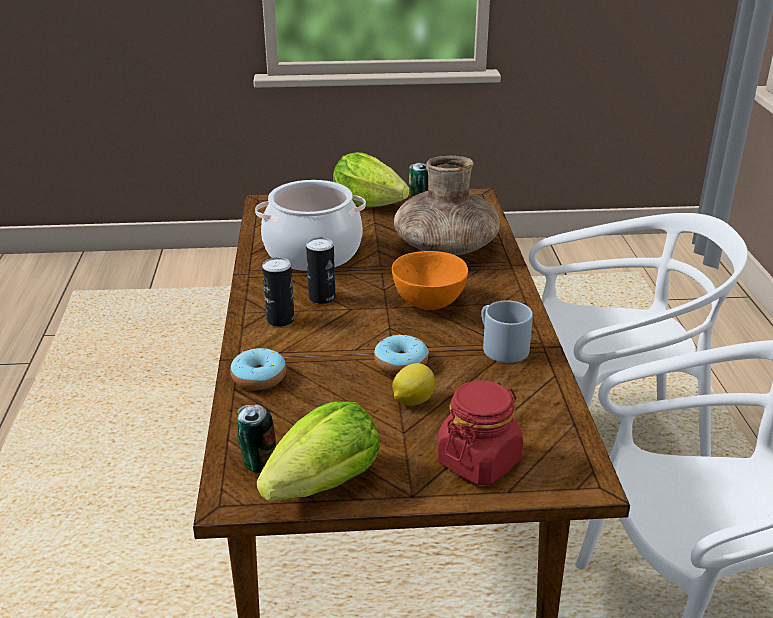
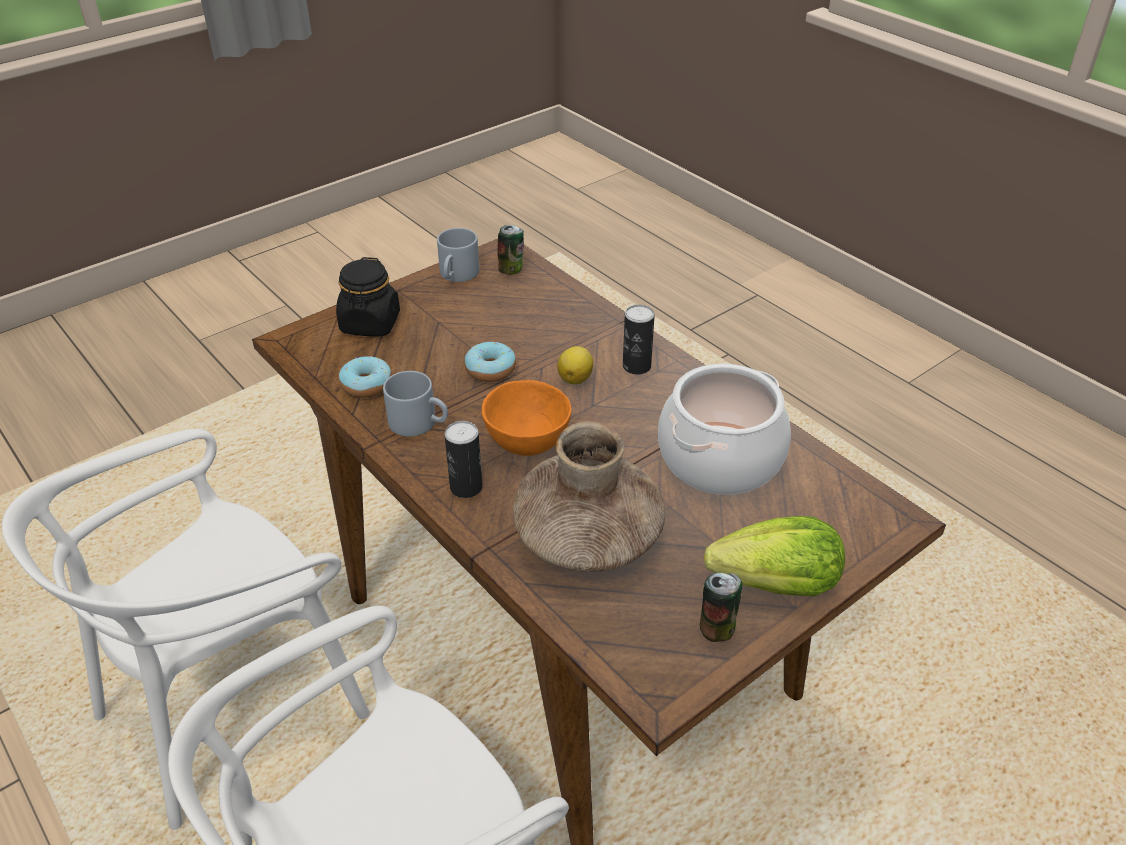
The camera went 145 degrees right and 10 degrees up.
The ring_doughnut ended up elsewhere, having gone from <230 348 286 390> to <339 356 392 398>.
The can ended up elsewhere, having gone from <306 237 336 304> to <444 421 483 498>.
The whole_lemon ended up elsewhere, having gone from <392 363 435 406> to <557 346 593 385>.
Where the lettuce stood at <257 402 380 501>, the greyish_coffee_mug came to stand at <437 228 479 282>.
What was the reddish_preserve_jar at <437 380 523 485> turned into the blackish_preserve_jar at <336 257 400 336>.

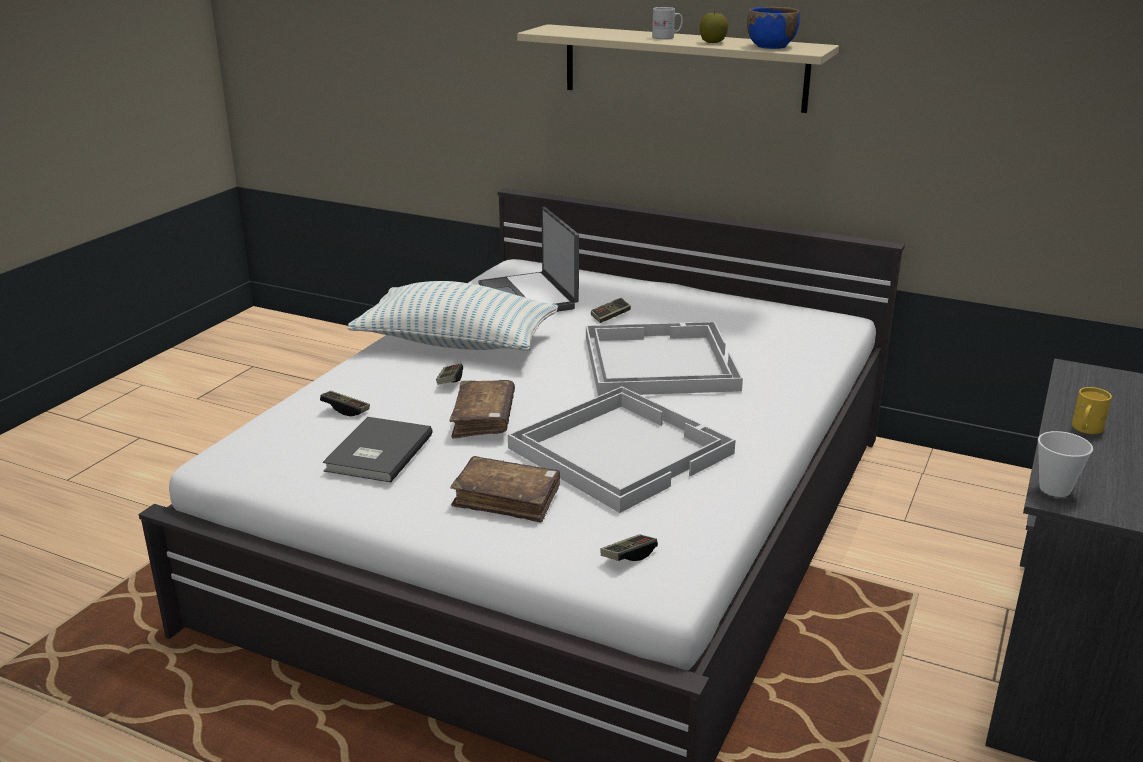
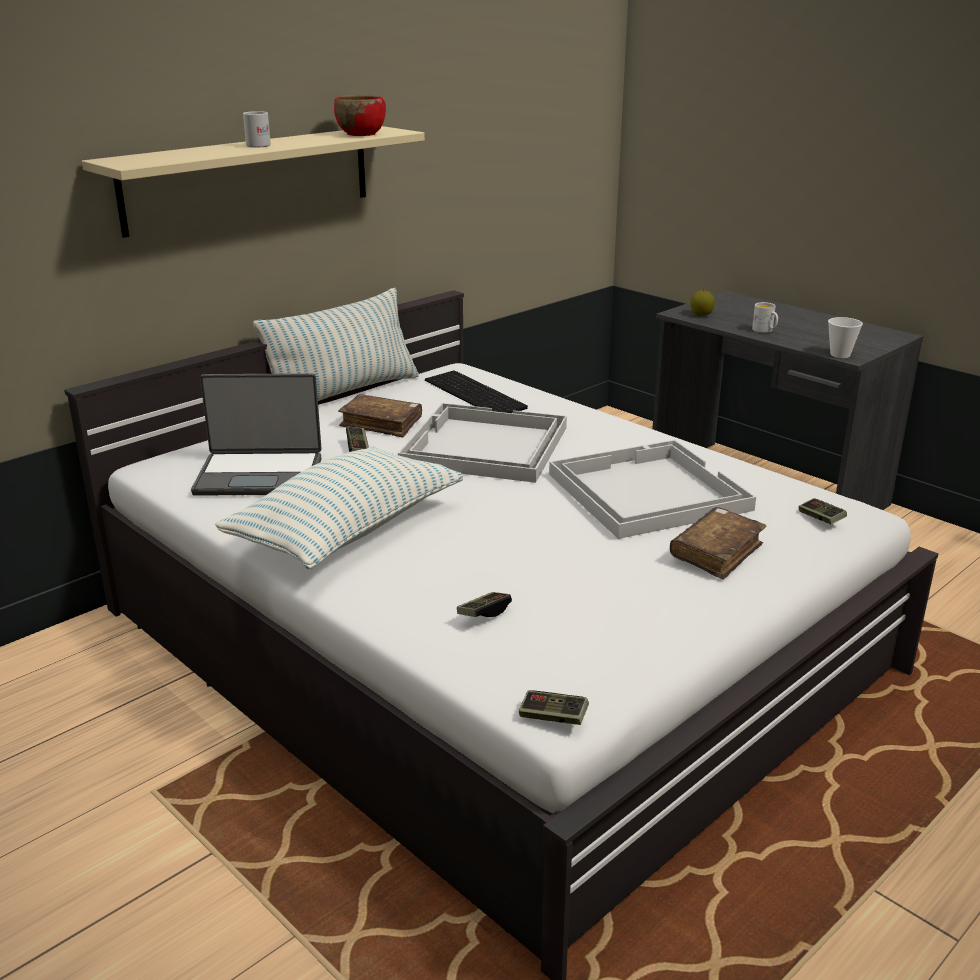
The camera went 70 degrees left and 0 degrees up.
The second view lost the greyish_volume at <323 417 433 483>.
The second view gained the throw_pillow at <253 288 419 401>.
The second view gained the computer_keyboard at <425 371 528 413>.
The game_controller ended up elsewhere, having gone from <436 364 463 385> to <519 690 589 725>.
The brown_volume ended up elsewhere, having gone from <449 380 515 438> to <338 394 422 438>.
The apple ended up elsewhere, having gone from <700 10 728 43> to <690 290 715 316>.
What was the bluish_deep_dish at <747 7 800 49> turned into the reddish_deep_dish at <334 95 386 136>.
What was the yellowish_coffee_mug at <1072 387 1112 434> turned into the whitish_coffee_mug at <752 302 778 333>.

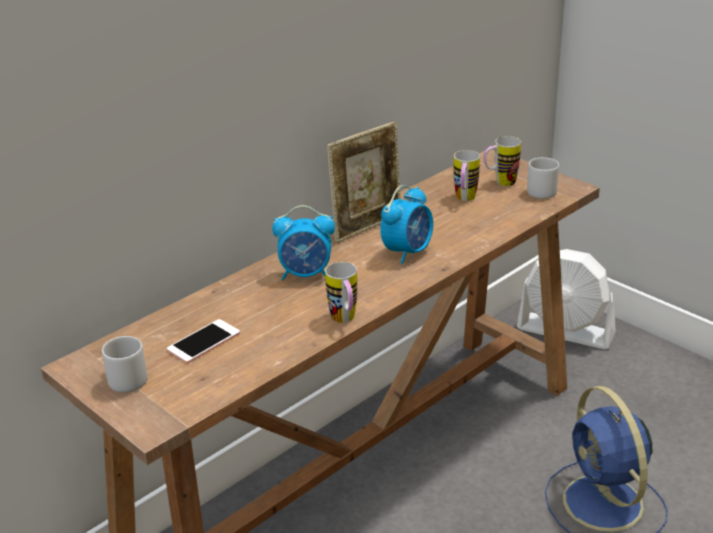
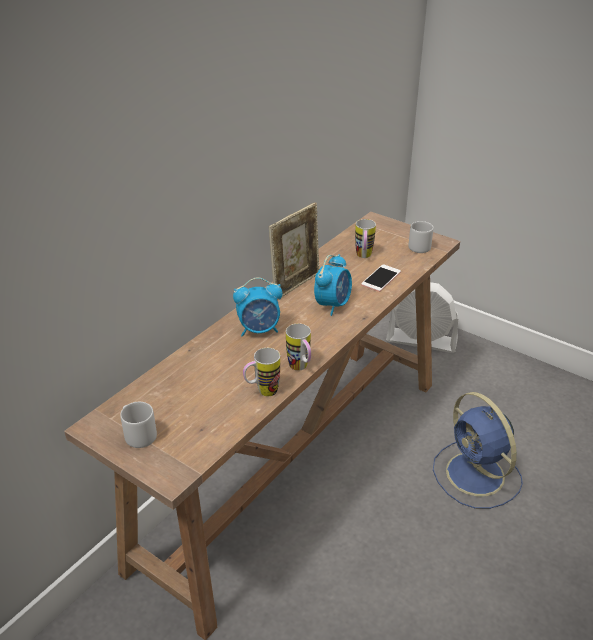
The camera went 10 degrees left and 5 degrees up.
The telephone ended up elsewhere, having gone from <167 319 240 363> to <361 264 401 292>.
The coffee_mug ended up elsewhere, having gone from <484 136 521 186> to <243 348 280 396>.

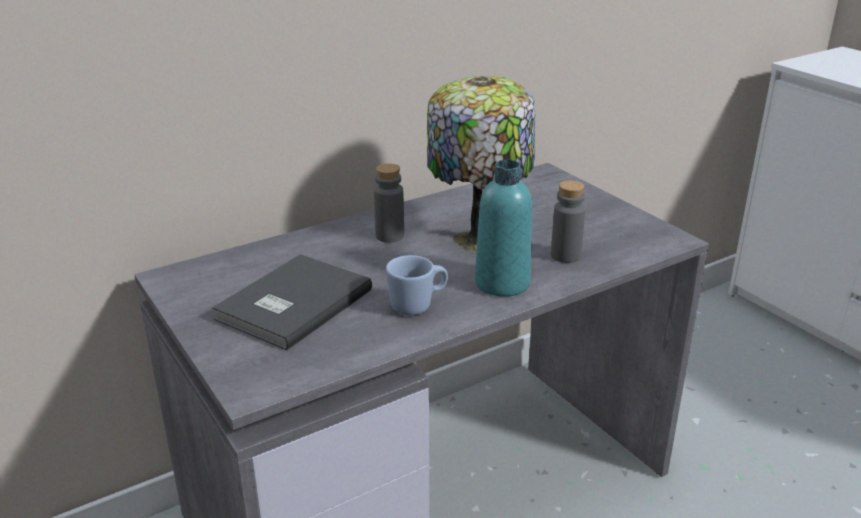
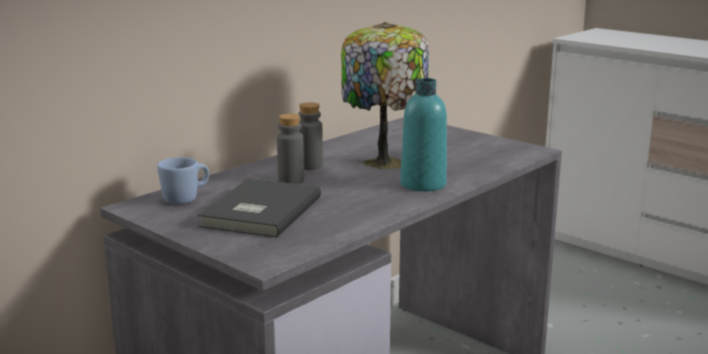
The camera went 15 degrees left and 10 degrees down.
The bluish_coffee_mug ended up elsewhere, having gone from <386 255 448 315> to <157 157 209 204>.
The greyish_drink_bottle ended up elsewhere, having gone from <551 180 585 263> to <277 114 304 184>.

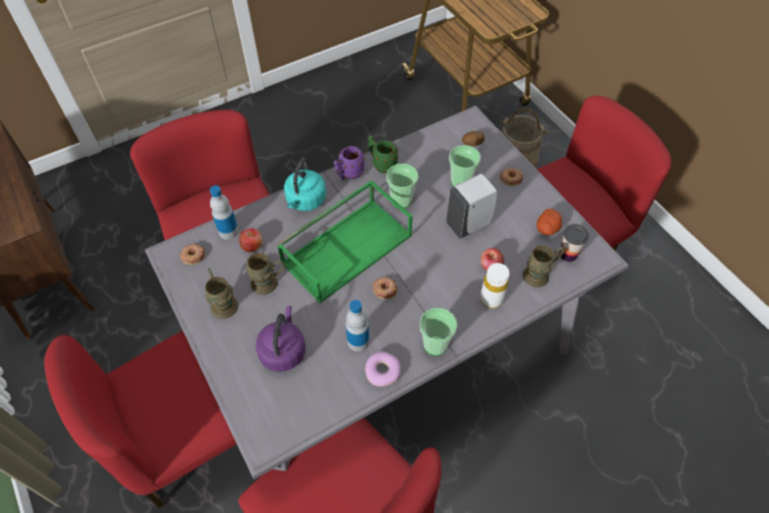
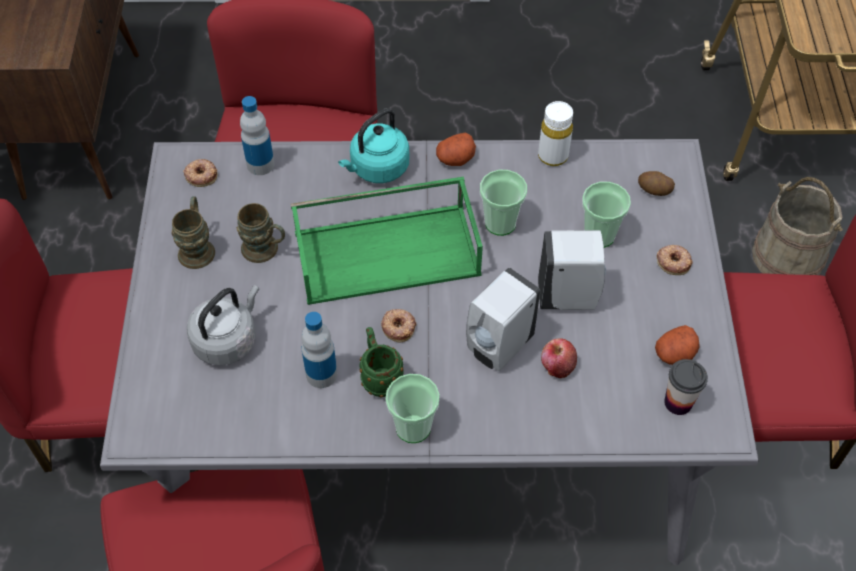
The camera went 30 degrees right and 0 degrees up.
The second view lost the apple at <239 228 262 252>.
The second view lost the ring_doughnut at <365 352 401 386>.
The second view lost the brown_coffee_mug at <523 246 565 287>.
The second view gained the whitish_soap_bottle at <466 268 540 371>.
The green_coffee_mug ended up elsewhere, having gone from <368 135 398 173> to <360 327 404 397>.
The whitish_drink_bottle ended up elsewhere, having gone from <480 263 509 309> to <538 101 573 166>.
Where the purplish_coffee_mug stood at <334 146 365 180>, the whole_potato came to stand at <436 133 476 166>.
What was the purplish_tea_kettle at <256 306 305 372> turned into the greyish_tea_kettle at <187 285 259 365>.

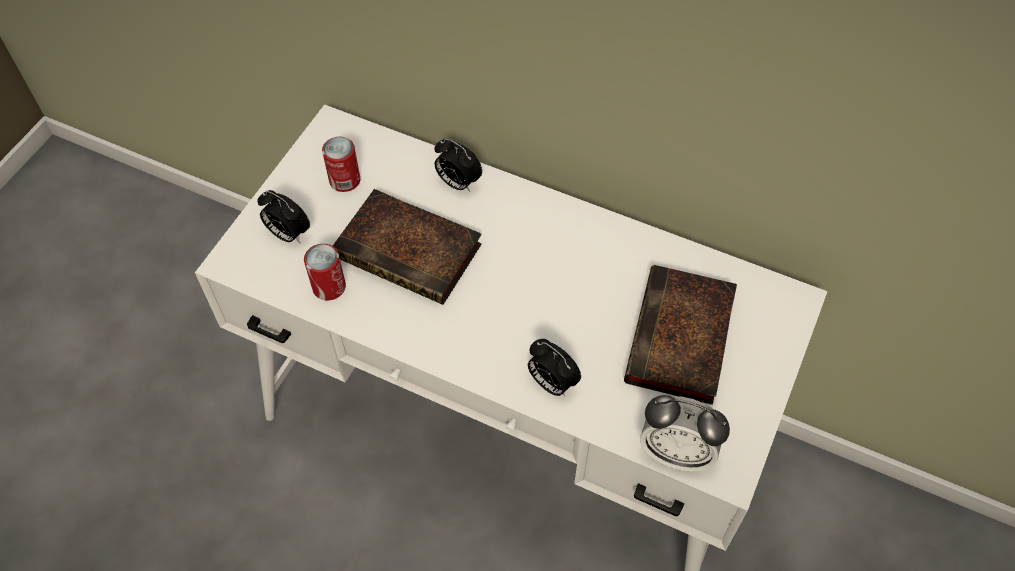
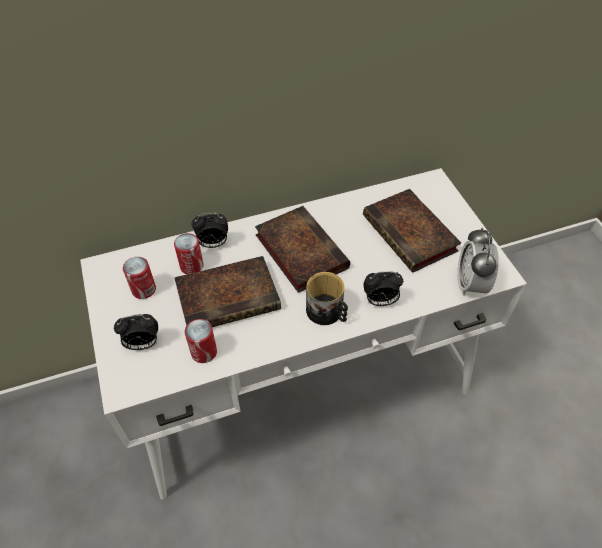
The camera went 45 degrees left and 5 degrees down.
The second view gained the can at <174 233 204 274>.
The second view gained the volume at <255 206 350 293>.
The second view gained the coffee_mug at <306 272 348 325>.
The bedside_clock at <640 395 730 472> ended up facing another way, 120 degrees clockwise from before.

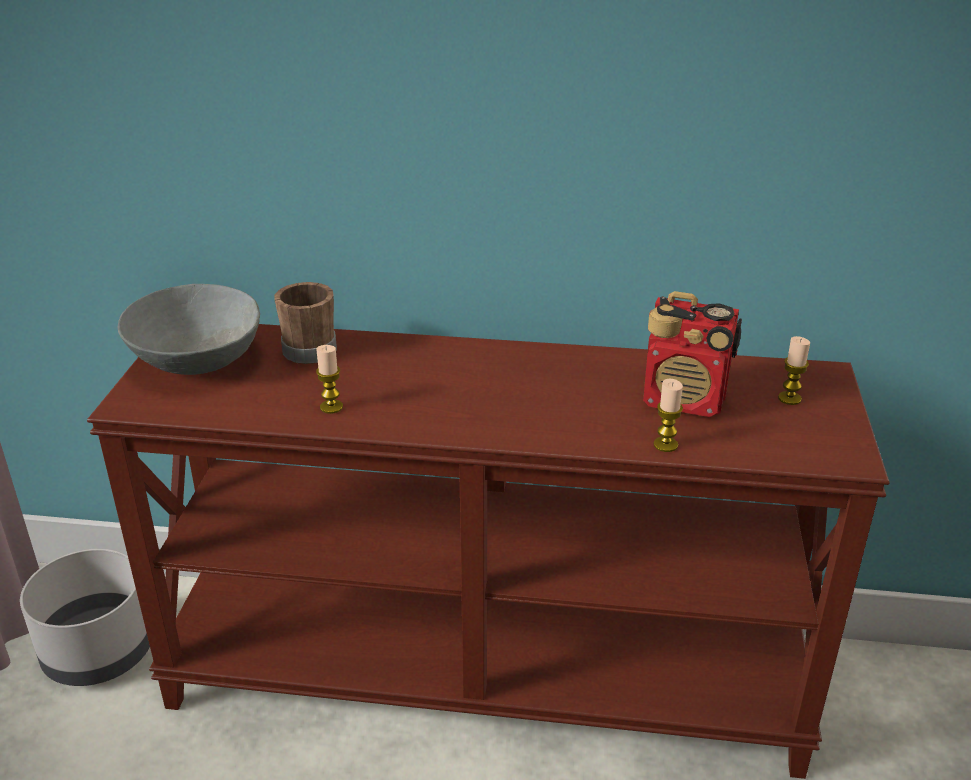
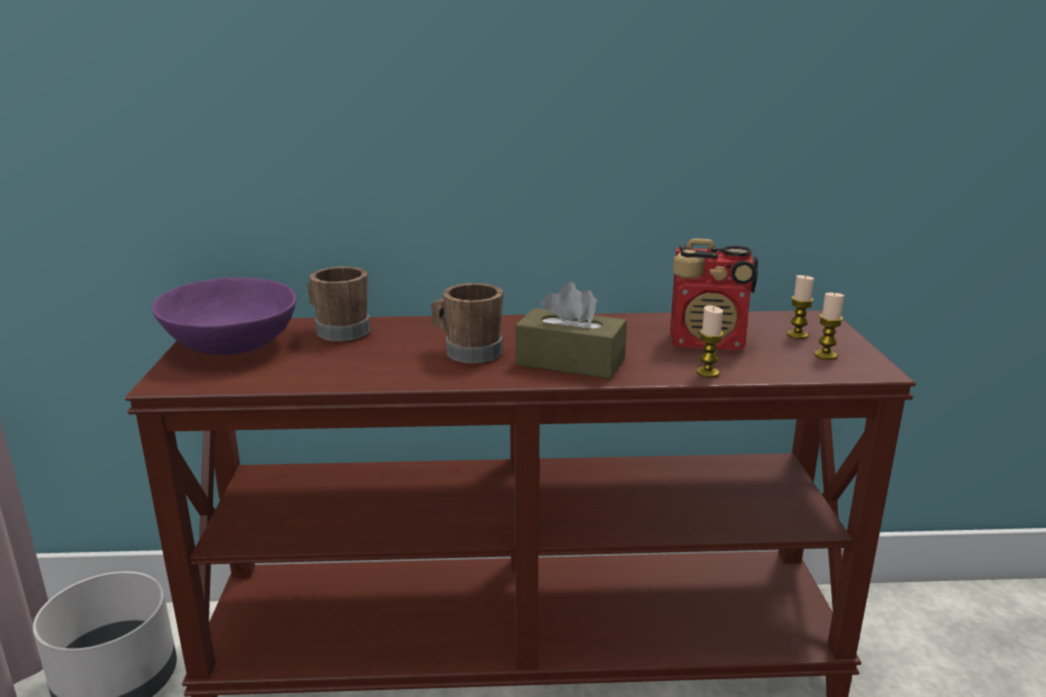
The camera went 10 degrees left and 10 degrees down.
The second view gained the brown_coffee_mug at <431 283 503 364>.
The second view gained the brown_box_of_tissues at <515 282 627 379>.
The wax_candle ended up elsewhere, having gone from <316 345 343 414> to <814 293 844 360>.
What was the greyish_deep_dish at <118 284 260 375> turned into the purplish_deep_dish at <152 277 296 355>.

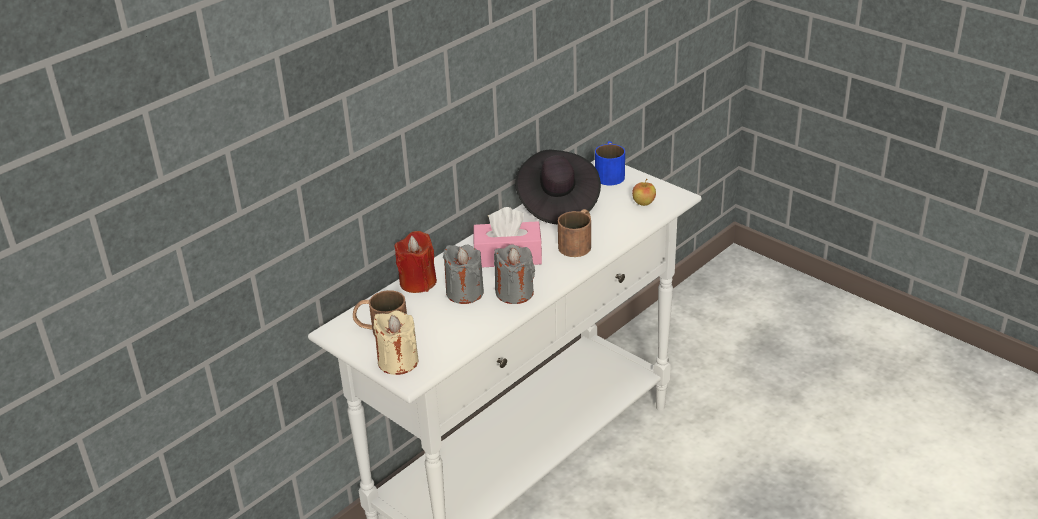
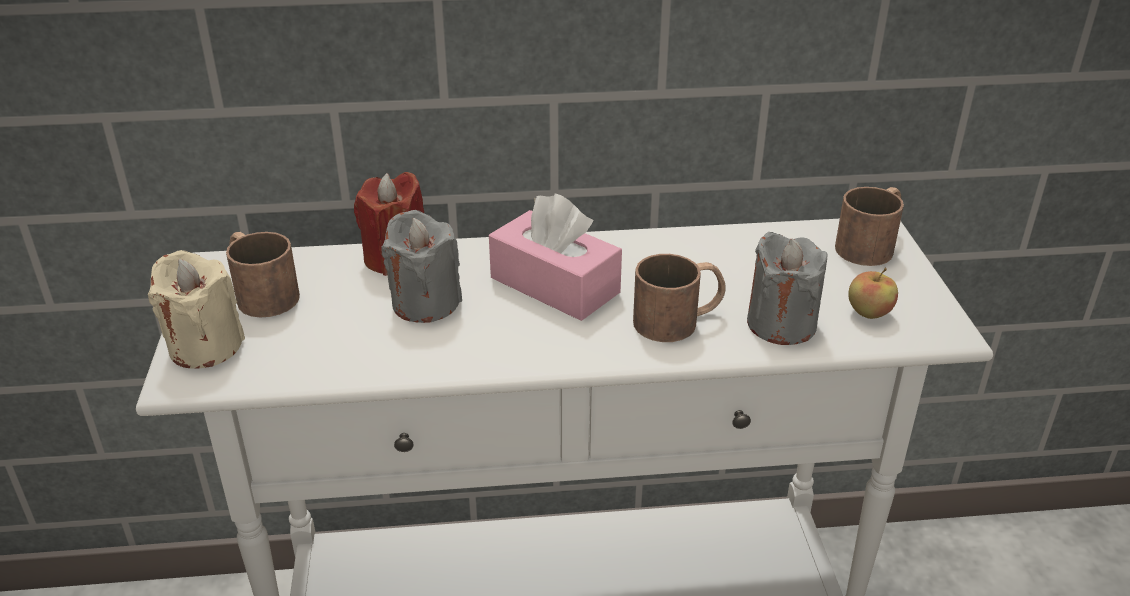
The camera went 40 degrees right and 0 degrees up.
The second view lost the blackish_wearable_hat at <515 150 601 224>.
The greyish_wax_candle ended up elsewhere, having gone from <494 244 535 304> to <747 232 828 345>.
What was the bluish_coffee_mug at <595 141 625 185> turned into the brown_coffee_mug at <835 187 904 266>.

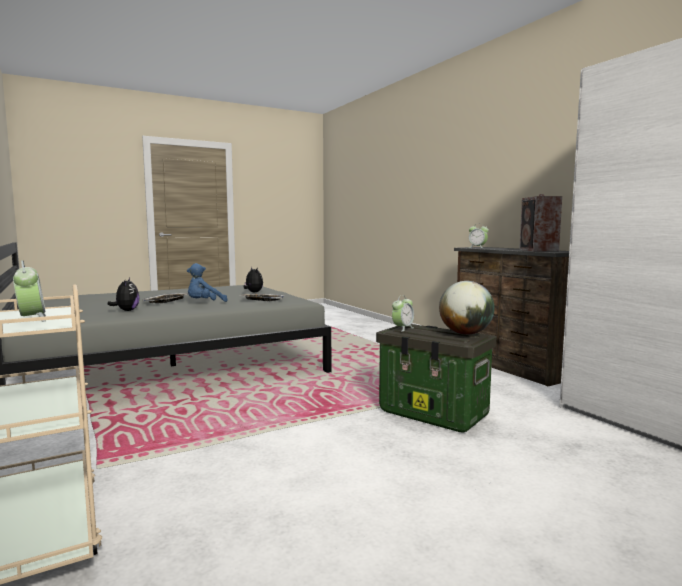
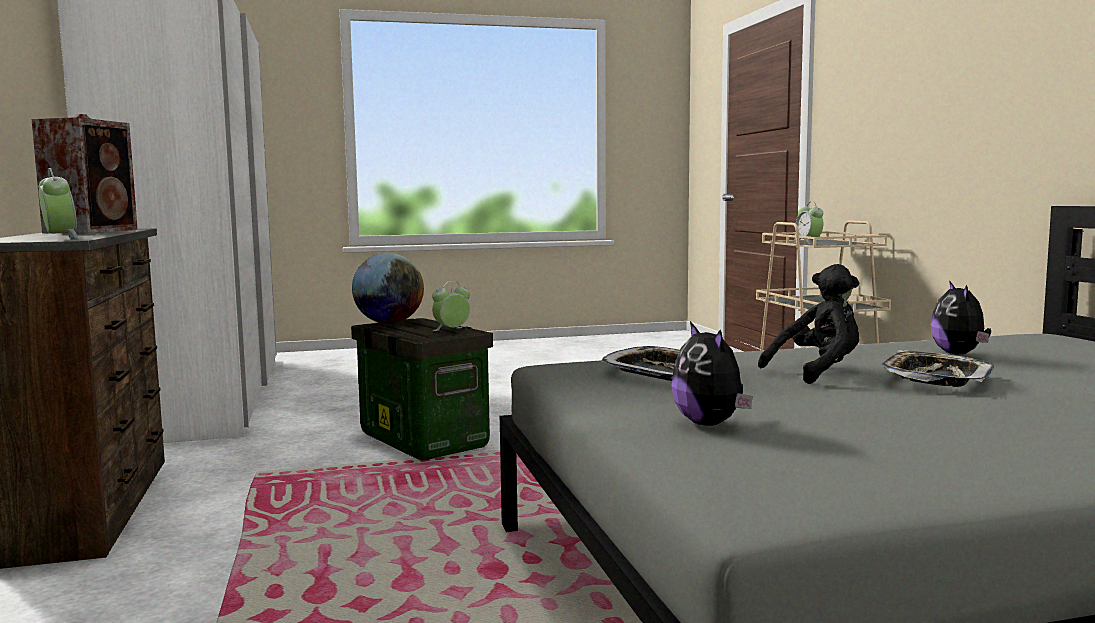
The camera went 165 degrees left and 0 degrees up.
What was the bluish_plush_toy at <187 263 228 302> turned into the blackish_plush_toy at <758 264 859 384>.

